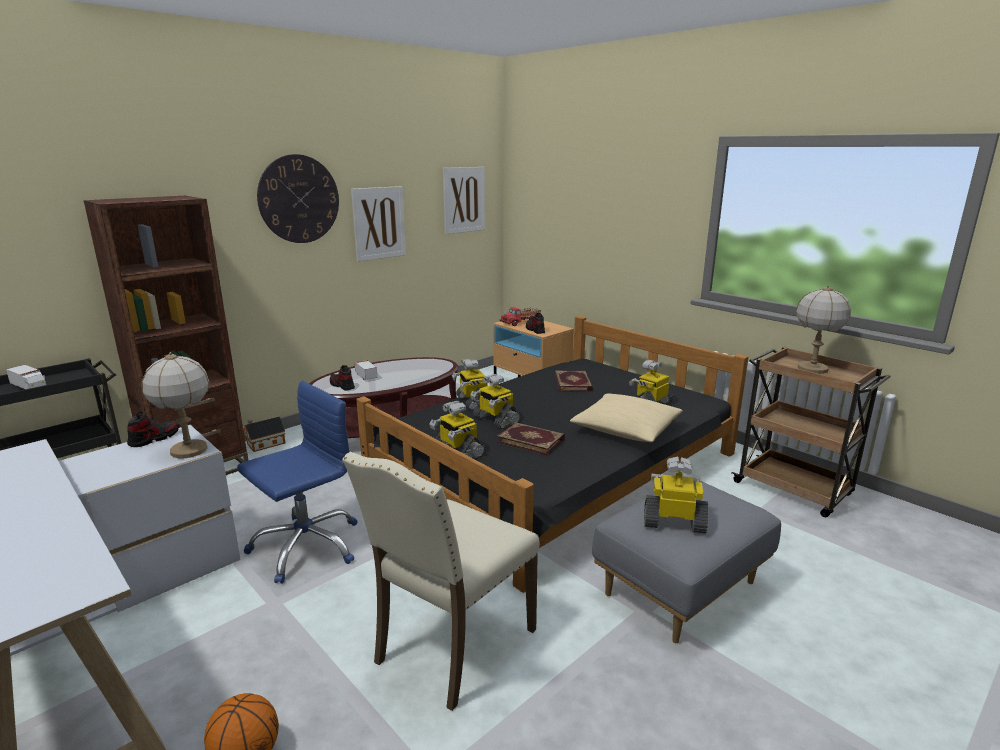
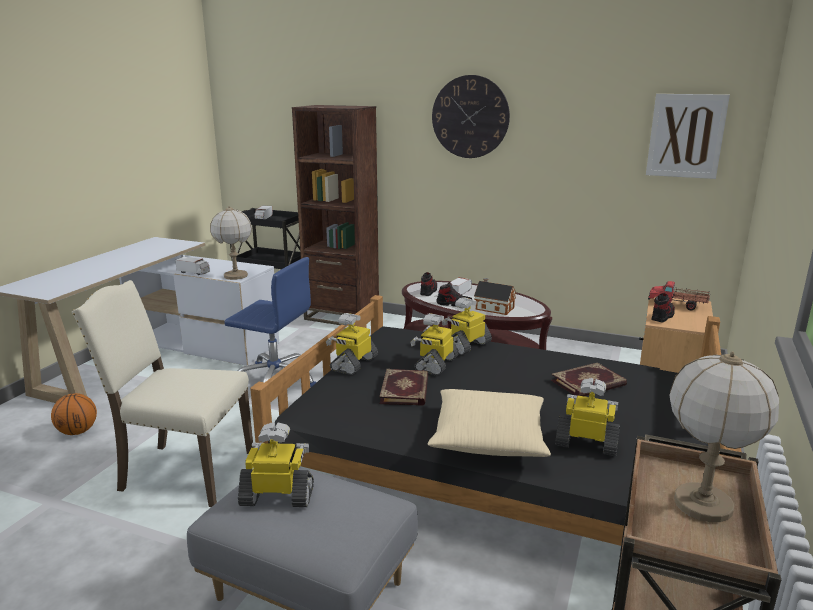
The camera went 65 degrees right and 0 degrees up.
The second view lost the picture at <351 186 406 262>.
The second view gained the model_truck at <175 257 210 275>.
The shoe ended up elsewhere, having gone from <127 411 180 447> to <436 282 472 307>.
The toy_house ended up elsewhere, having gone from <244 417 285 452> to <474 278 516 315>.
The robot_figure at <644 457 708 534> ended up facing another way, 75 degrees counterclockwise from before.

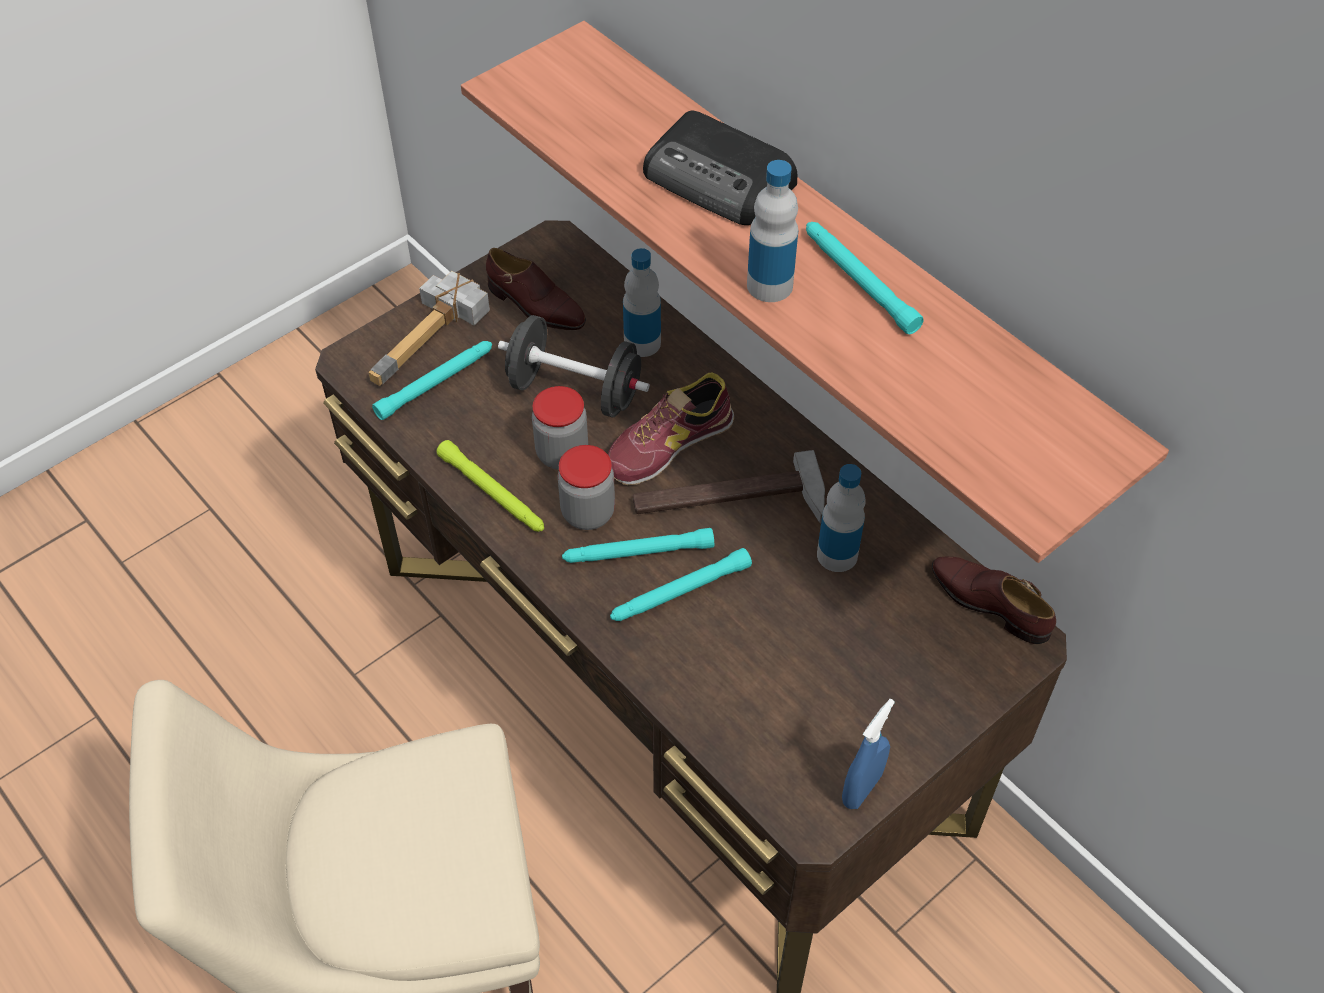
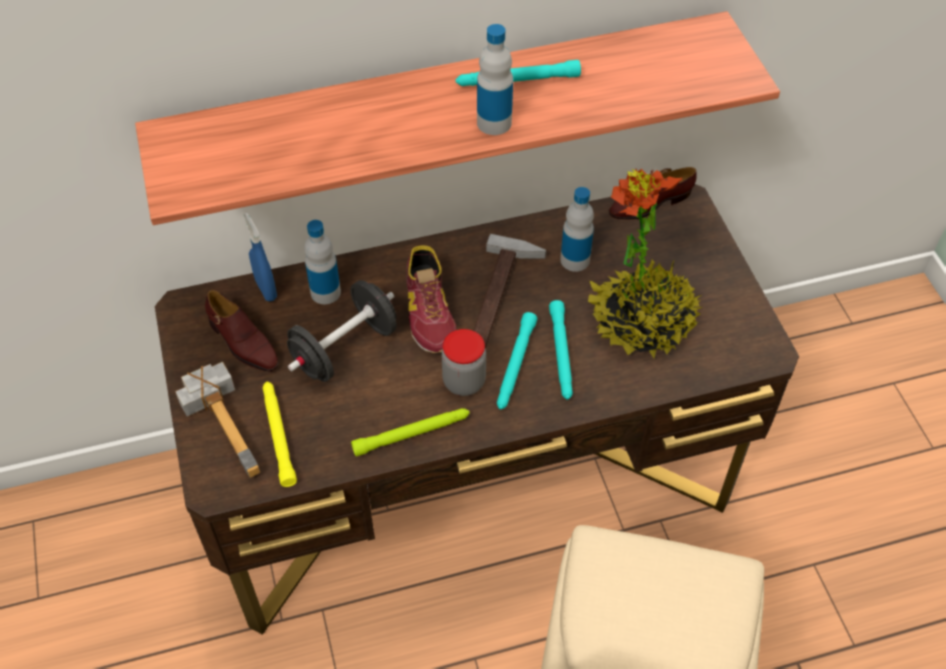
The camera went 65 degrees left and 0 degrees up.
The second view lost the preserve_jar at <532 386 588 470>.
The second view lost the radio_set at <643 110 797 225>.
The second view gained the houseplant at <588 169 702 358>.
The bluish_spray_bottle ended up elsewhere, having gone from <842 699 895 809> to <244 213 277 301>.
What was the blue-green_flashlight at <372 341 492 420> turned into the yellowish_flashlight at <263 382 297 487>.
The brown_shoe at <486 248 586 330> ended up facing another way, 75 degrees clockwise from before.

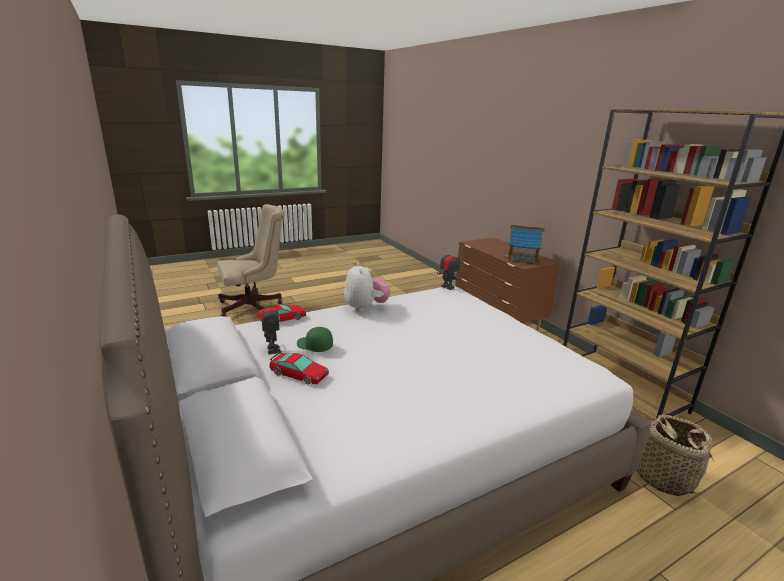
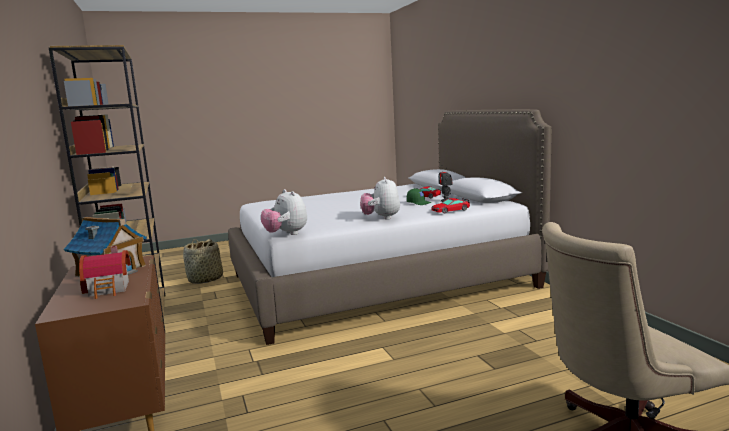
The camera went 170 degrees left and 10 degrees down.
The second view gained the toy_house at <79 246 131 299>.
Where the robot_figure stood at <437 248 460 290>, the plush_toy came to stand at <261 189 307 235>.

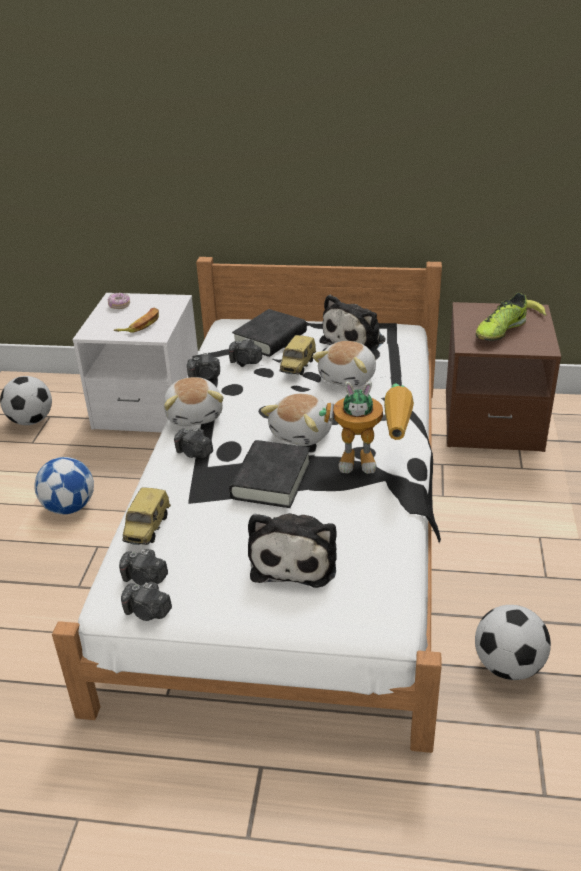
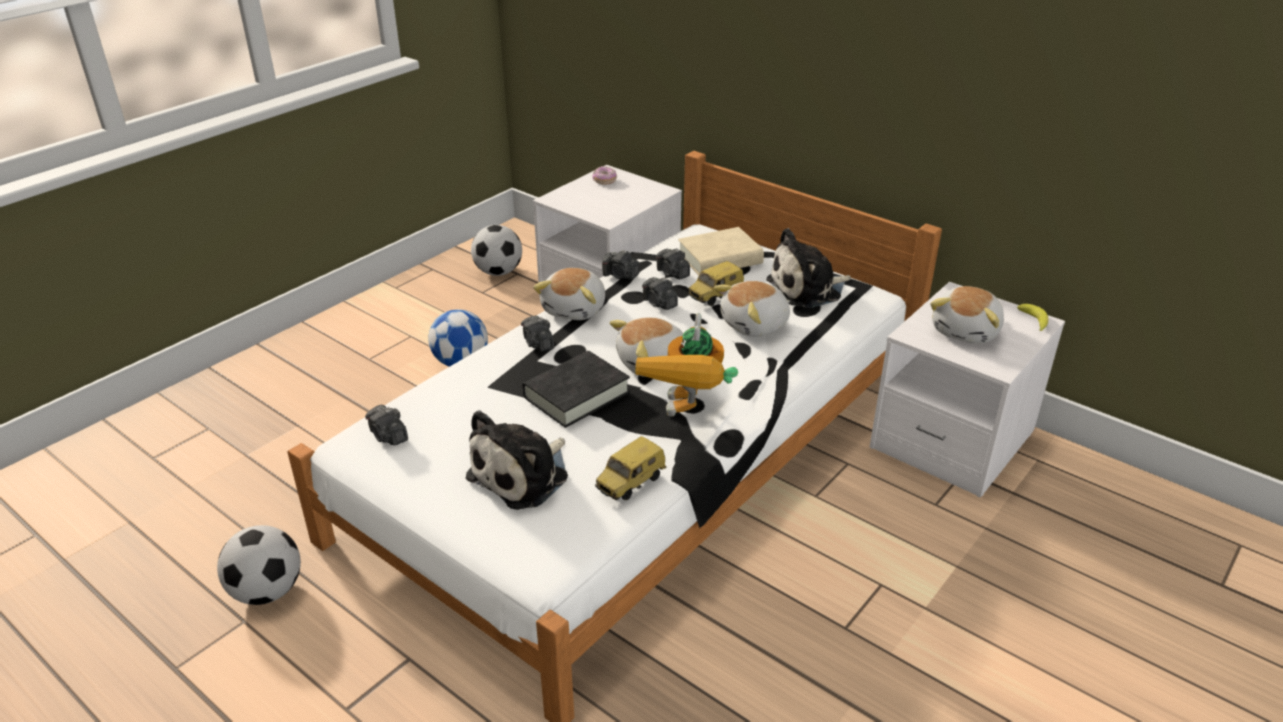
The camera went 30 degrees right and 0 degrees up.
The second view lost the banana at <114 308 159 333>.
The photo_camera ended up elsewhere, having gone from <121 582 172 621> to <642 277 678 310>.
The miniature_car ended up elsewhere, having gone from <122 487 171 545> to <595 436 667 500>.
The football_ball ended up elsewhere, having gone from <475 605 551 680> to <217 525 301 605>.
Where the shoe stood at <476 293 527 341>, the plush_toy came to stand at <930 286 1004 344>.
What was the blackish_volume at <232 309 307 357> turned into the beige_volume at <678 227 764 275>.
What was the brown_nightstand at <446 302 561 452> turned into the whitish_nightstand at <870 282 1065 498>.
The robot_figure at <319 382 414 474> ended up facing another way, 60 degrees clockwise from before.

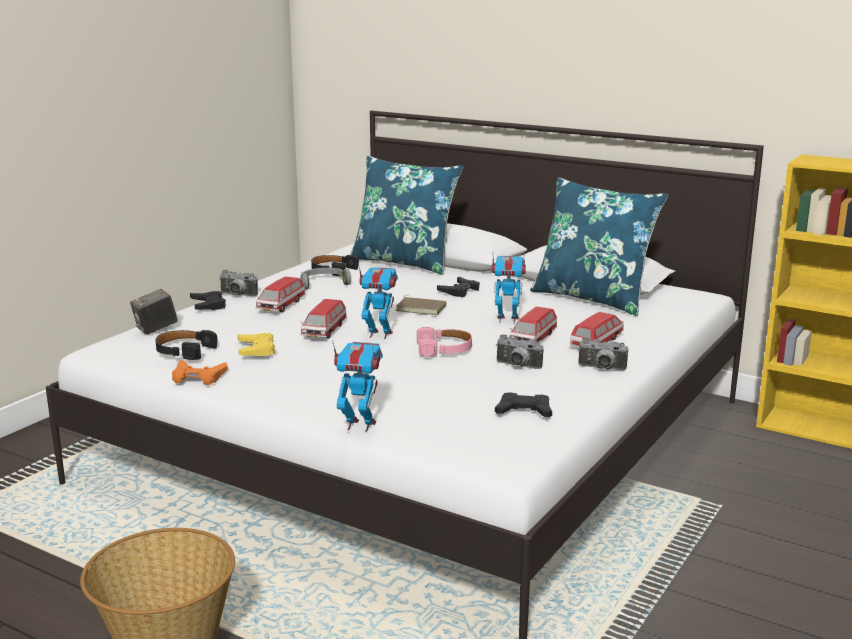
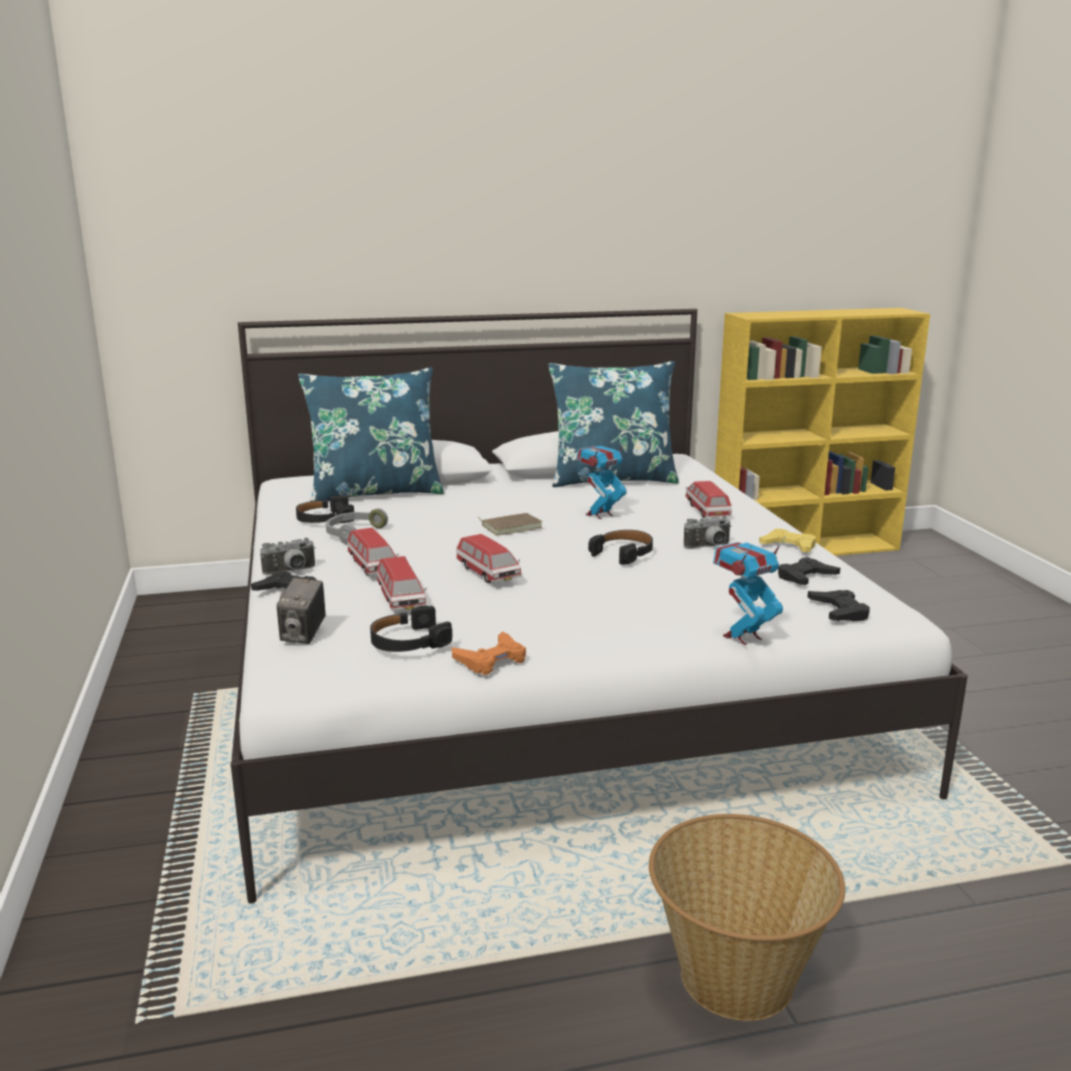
The camera went 45 degrees left and 0 degrees up.
The second view lost the robot_figure at <358 263 398 339>.
The second view lost the photo_camera at <578 338 628 370>.
The yellowish_game_controller ended up elsewhere, having gone from <238 333 275 356> to <759 529 816 552>.
The blackish_game_controller ended up elsewhere, having gone from <437 276 480 297> to <808 590 870 621>.
The miniature_car ended up elsewhere, having gone from <510 307 557 342> to <377 556 427 611>.
What was the pinkish_pair_of_headphones at <417 327 472 357> turned into the blackish_pair_of_headphones at <588 530 653 565>.

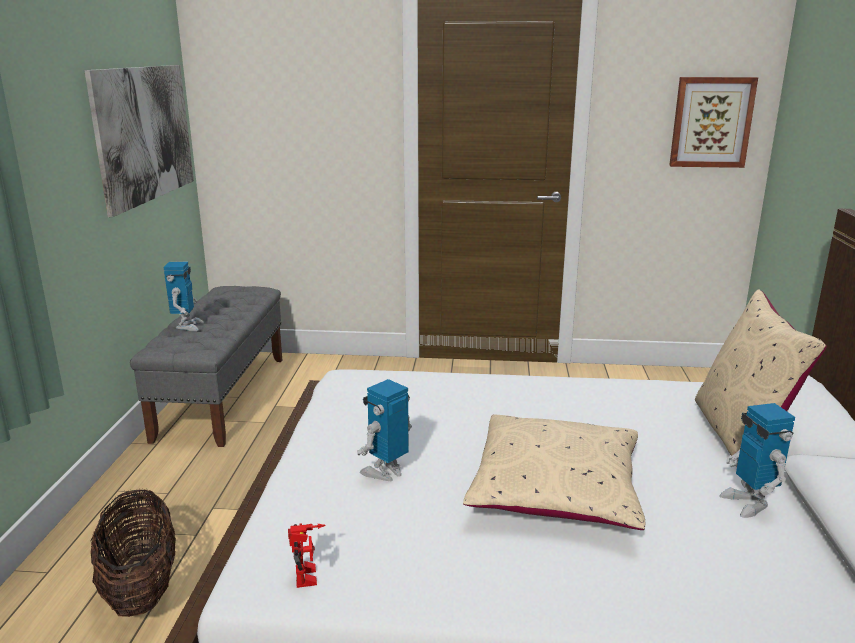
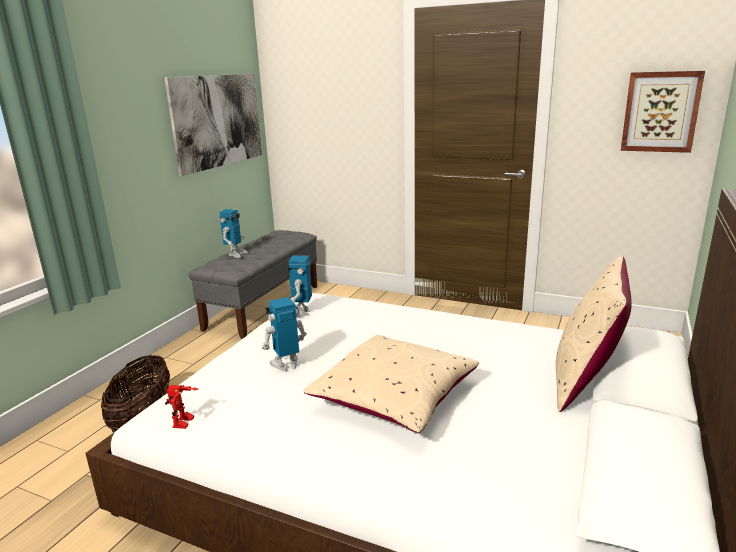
The camera went 20 degrees right and 0 degrees up.
The robot_figure ended up elsewhere, having gone from <719 403 795 518> to <288 255 312 317>.

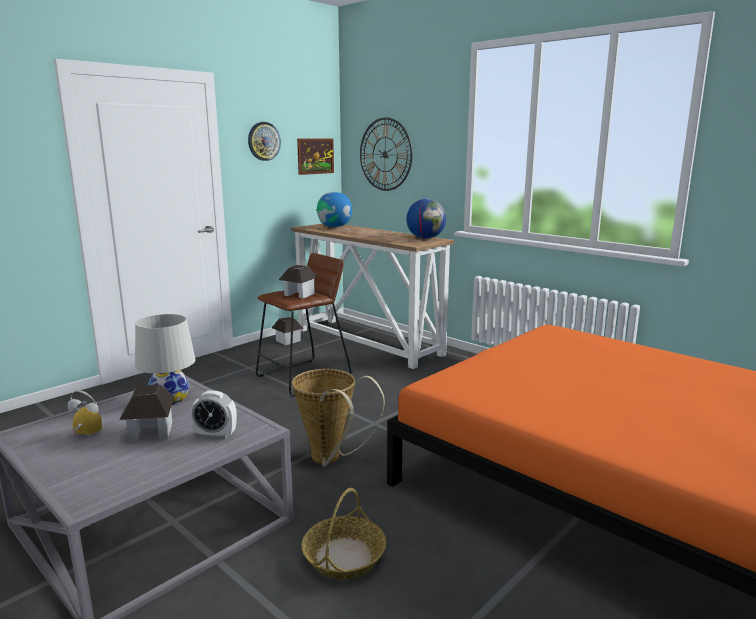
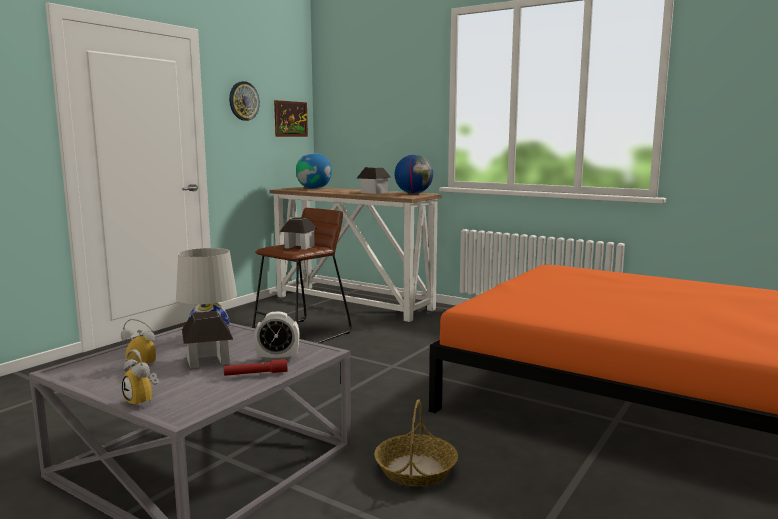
The camera went 10 degrees left and 5 degrees down.
The second view lost the household_basket at <292 369 385 466>.
The second view lost the wall_clock at <360 117 412 191>.
The second view gained the bedside_clock at <122 349 159 408>.
The second view gained the reddish_flashlight at <224 359 287 376>.
The toy_house ended up elsewhere, having gone from <272 317 303 345> to <357 167 391 194>.

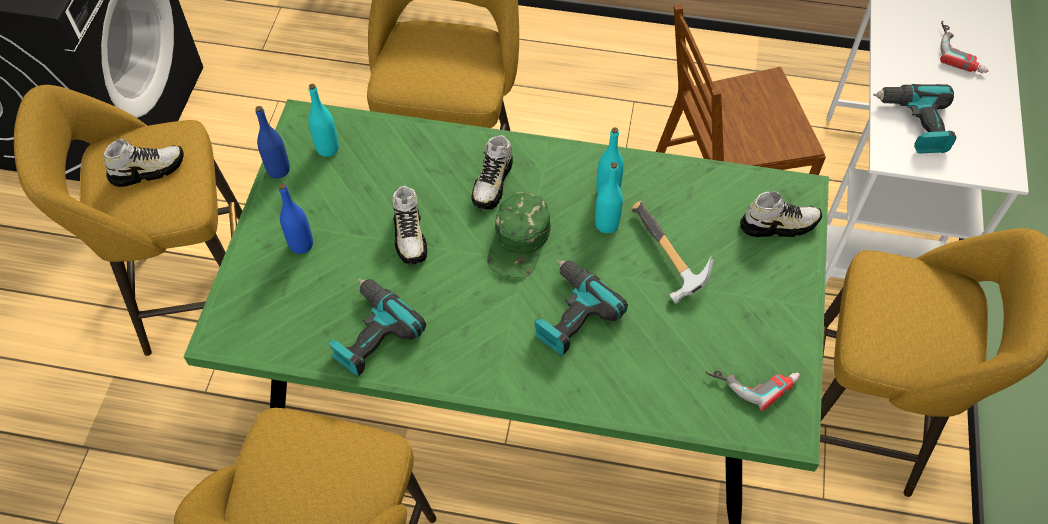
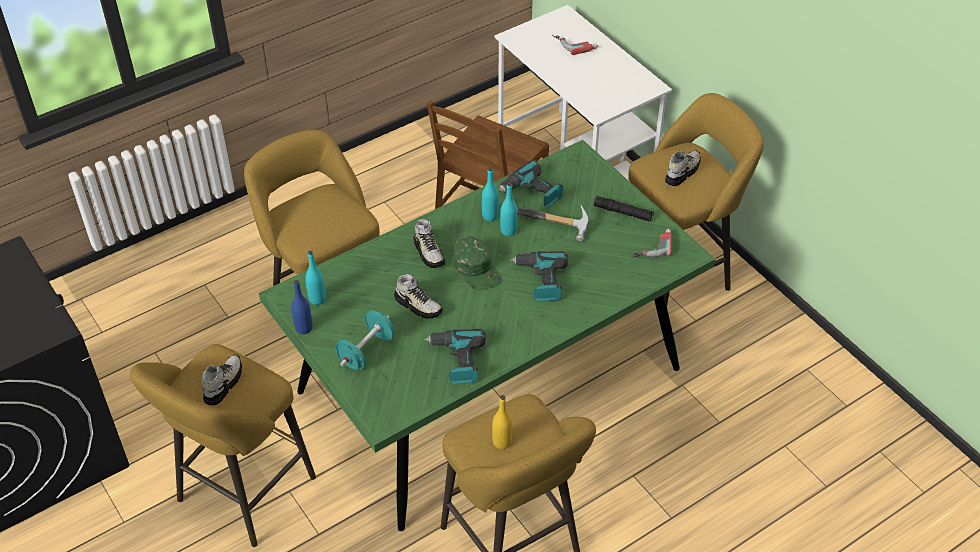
The camera went 45 degrees left and 10 degrees down.
The second view gained the yellowish_drink_bottle at <492 395 512 449>.
The second view gained the blackish_flashlight at <594 196 654 222>.
The shoe ended up elsewhere, having gone from <740 191 822 237> to <665 150 701 186>.
The electric_drill ended up elsewhere, having gone from <873 84 956 154> to <498 160 563 208>.
Where the bluish_drink_bottle stood at <279 183 313 254>, the blue-green_dumbbell came to stand at <336 311 395 370>.

